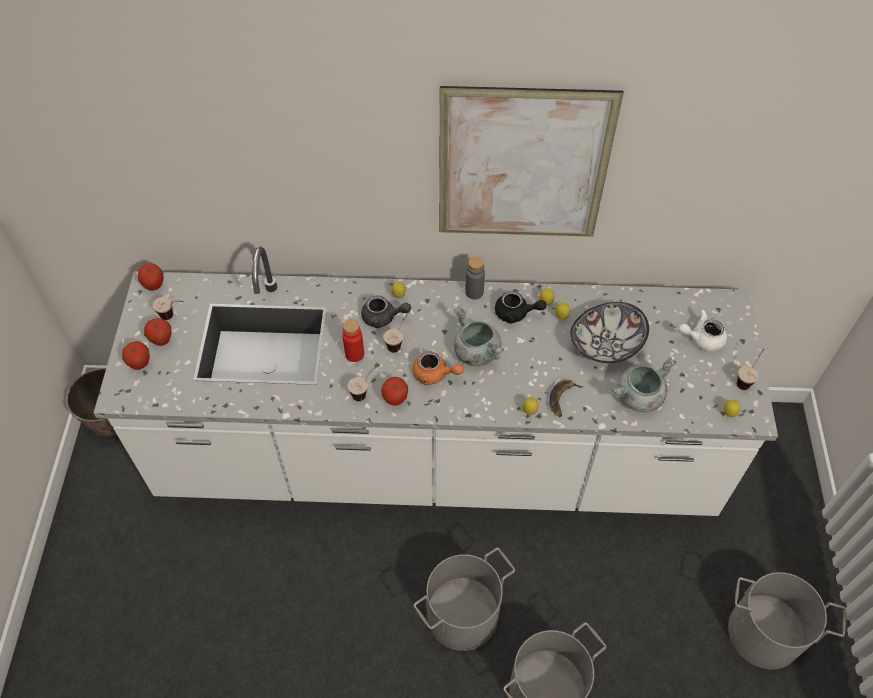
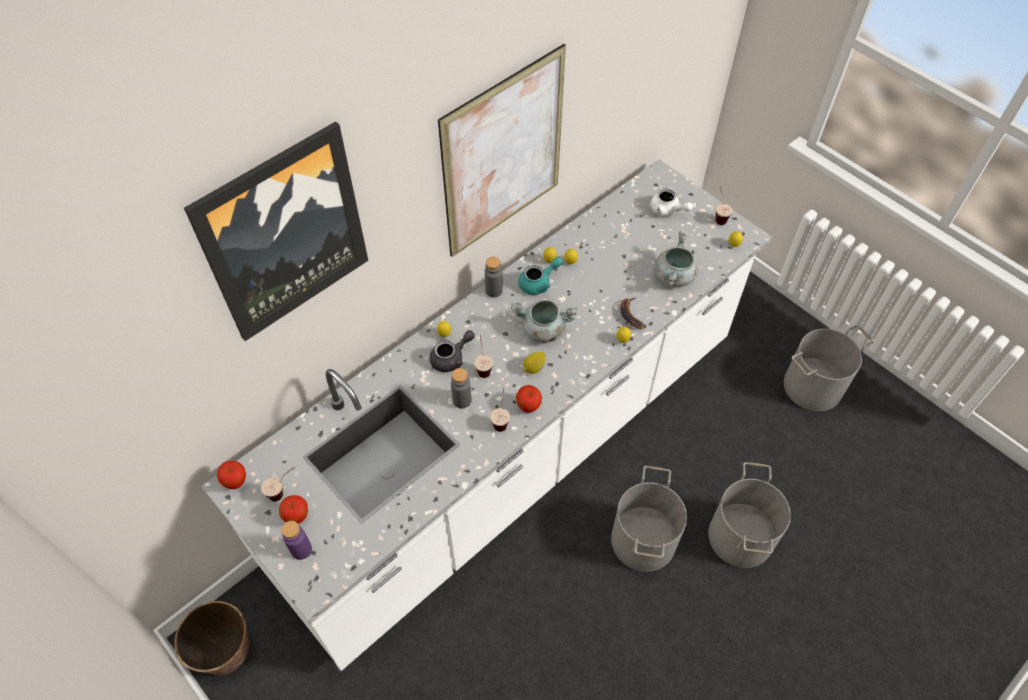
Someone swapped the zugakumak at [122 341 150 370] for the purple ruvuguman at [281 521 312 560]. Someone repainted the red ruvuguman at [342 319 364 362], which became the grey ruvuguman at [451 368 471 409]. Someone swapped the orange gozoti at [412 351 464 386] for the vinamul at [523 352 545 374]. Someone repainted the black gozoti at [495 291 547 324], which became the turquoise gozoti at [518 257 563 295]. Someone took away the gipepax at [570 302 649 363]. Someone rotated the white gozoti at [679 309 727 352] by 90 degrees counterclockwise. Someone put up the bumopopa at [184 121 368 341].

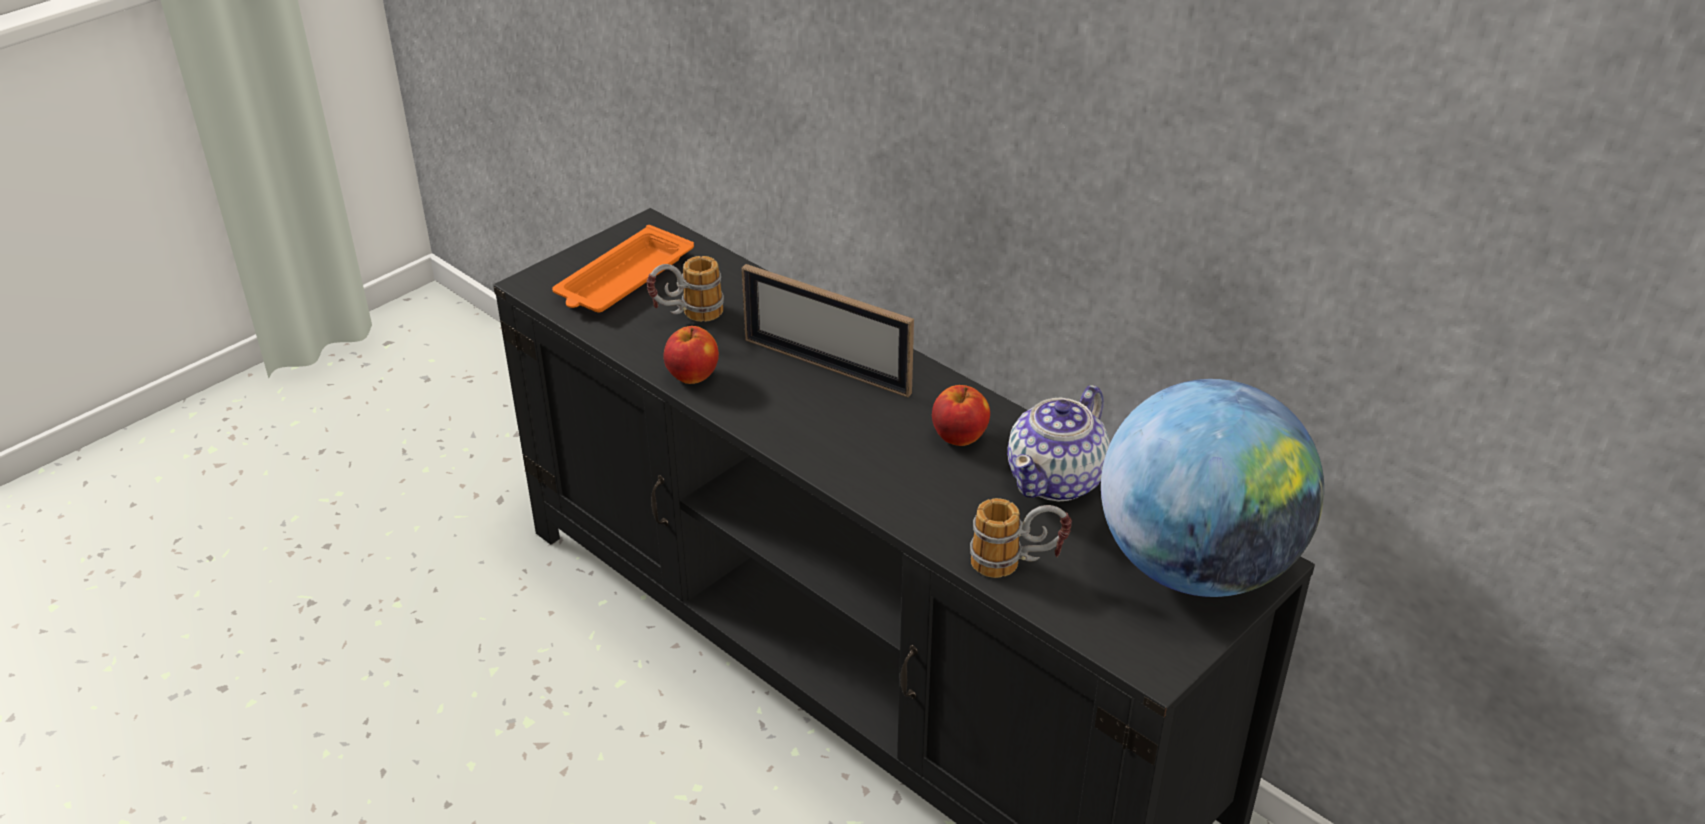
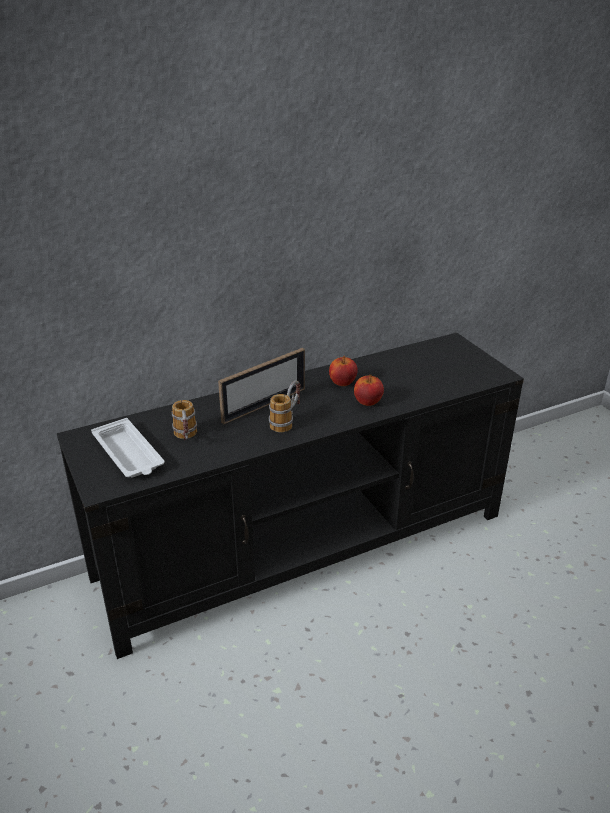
Someone repainted the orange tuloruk at [552 225 694 313], which became the white tuloruk at [91 418 164 477]. Someone carried the zugakumak from [663 326 719 384] to [354 375 384 406]. Someone carried the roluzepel from [970 498 1072 578] to [269 380 301 432]. Someone took away the gozoti at [1007 385 1110 501]. Someone took away the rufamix at [1101 379 1324 597].

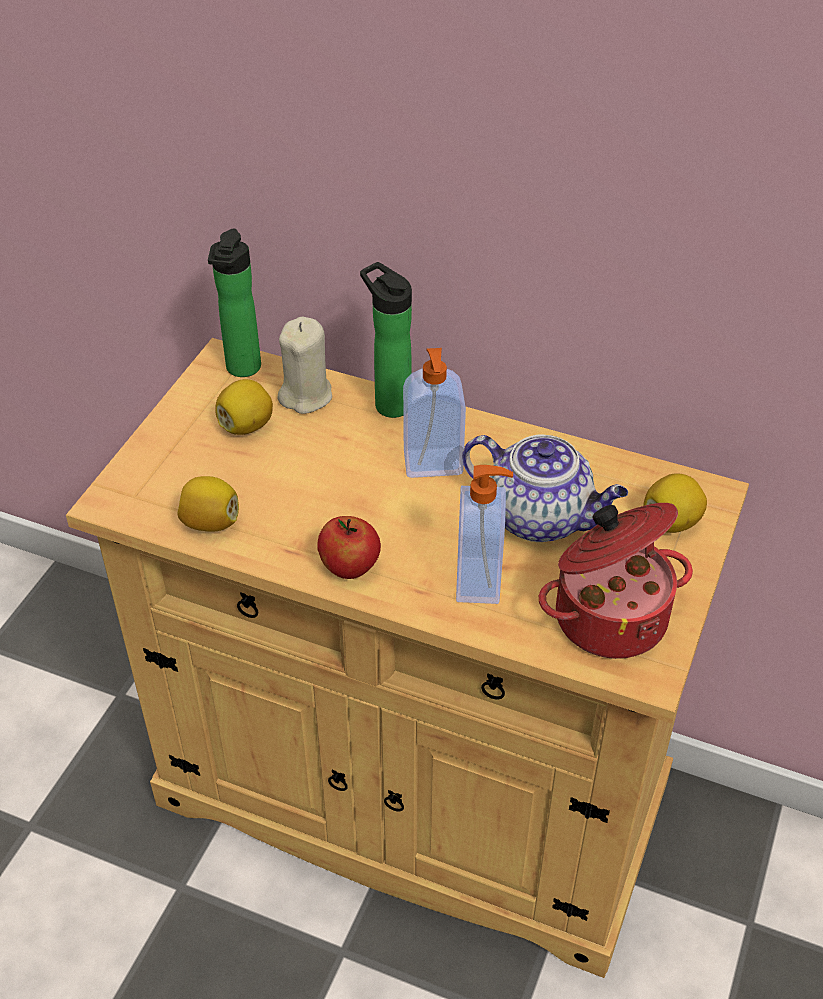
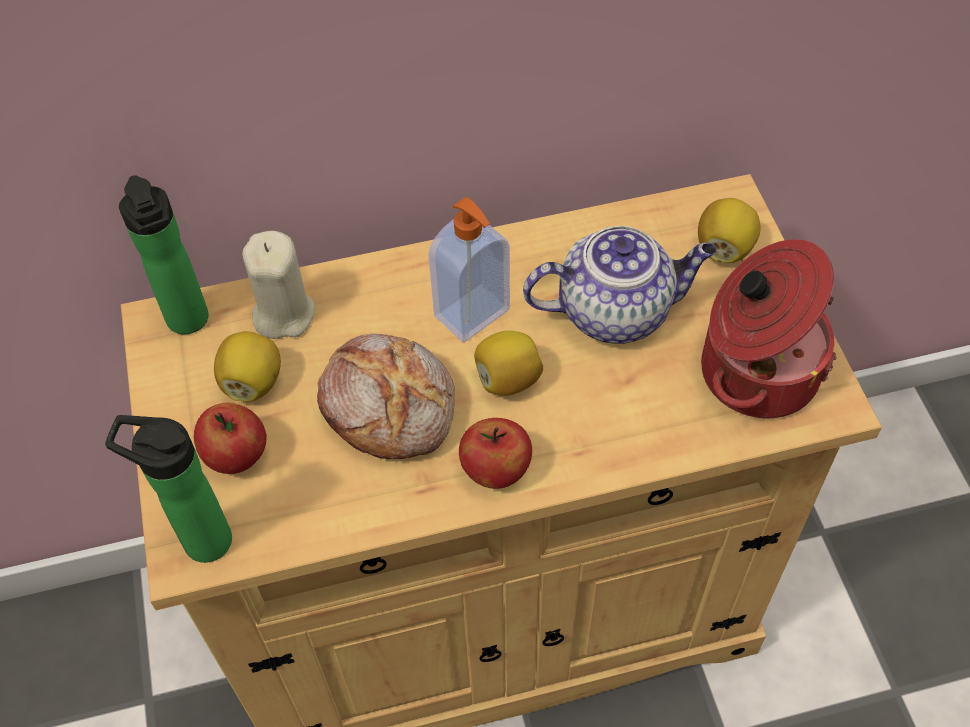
Someone carried the vinamul from [177 476 239 532] to [474 331 543 396]. Someone carried the ruvuguman from [360 262 412 418] to [105 415 232 563]. Someone took away the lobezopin at [456 465 513 604]. Someone put down the zugakumak at [194 403 267 474]. Someone put down the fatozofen at [317 334 455 459].

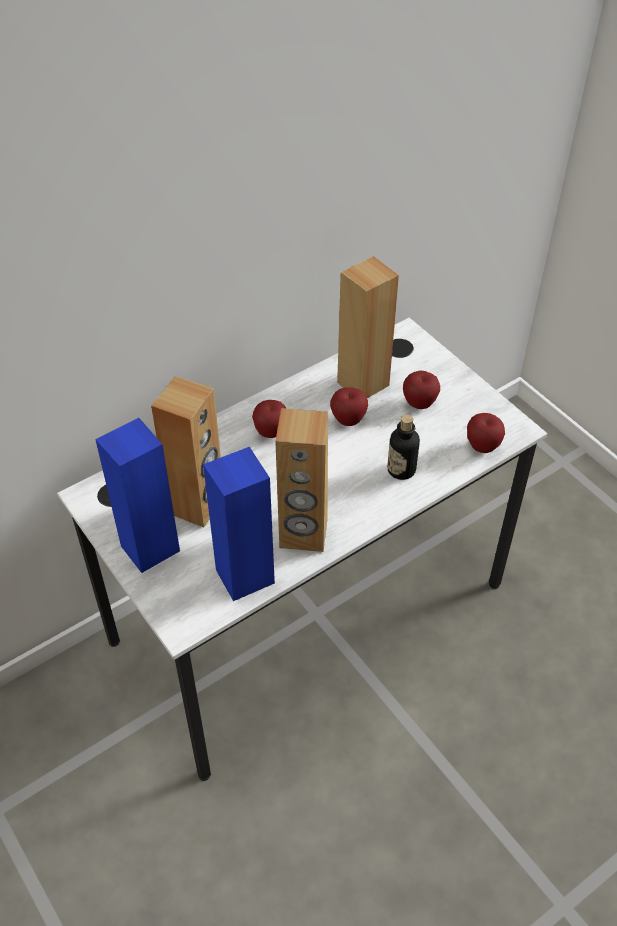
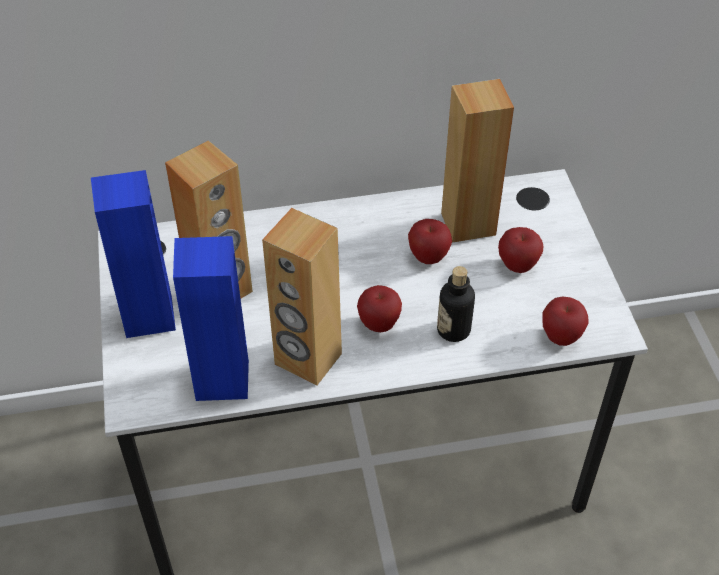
Someone carried the zugakumak from [252 400 286 438] to [357 285 402 332].

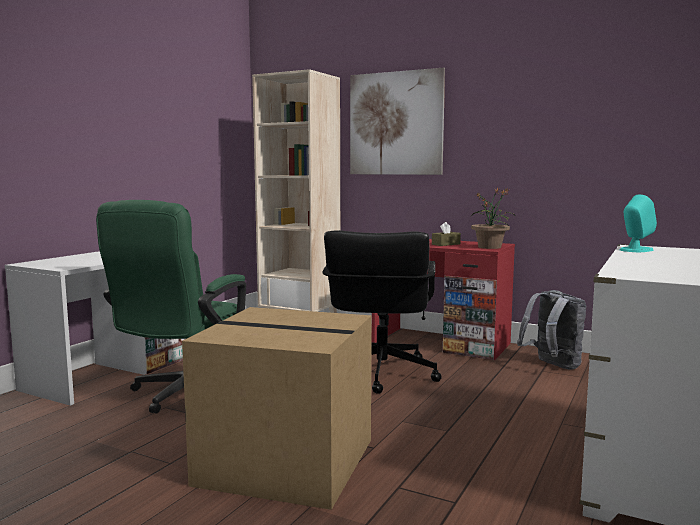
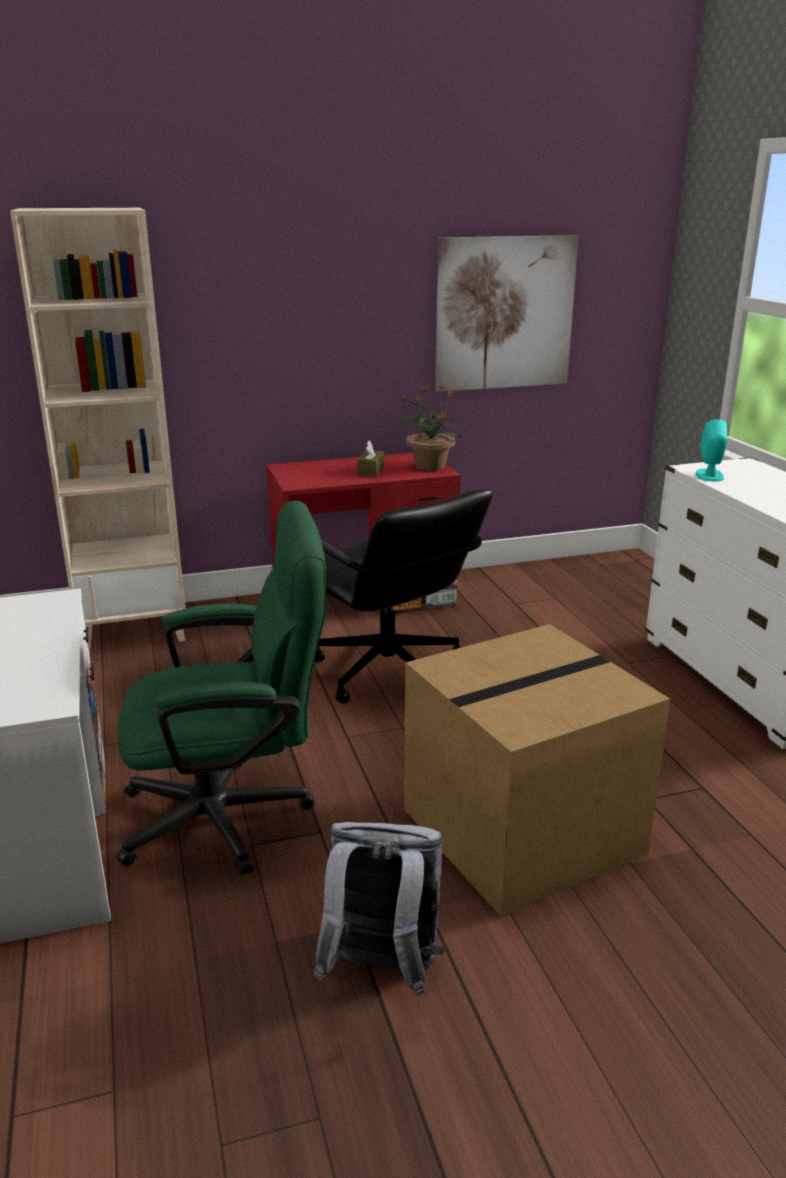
Someone rotated the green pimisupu at [96 200 246 414] by 75 degrees counterclockwise. Someone carried the bumopopa from [350 68 445 175] to [435 235 578 392]. Someone carried the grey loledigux from [517 290 586 370] to [314 822 444 997].

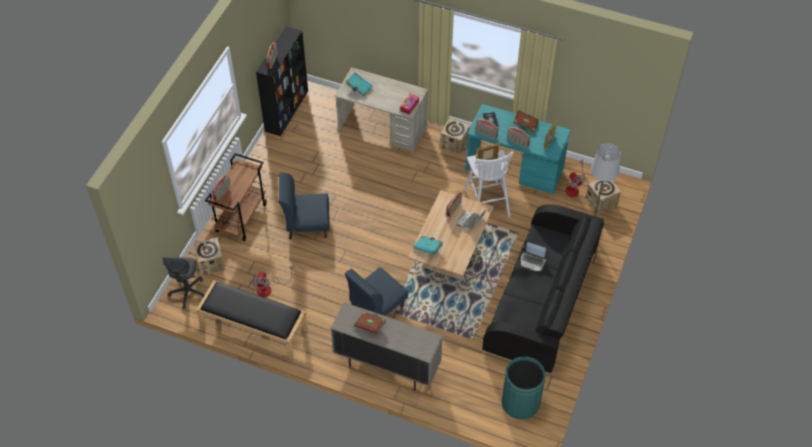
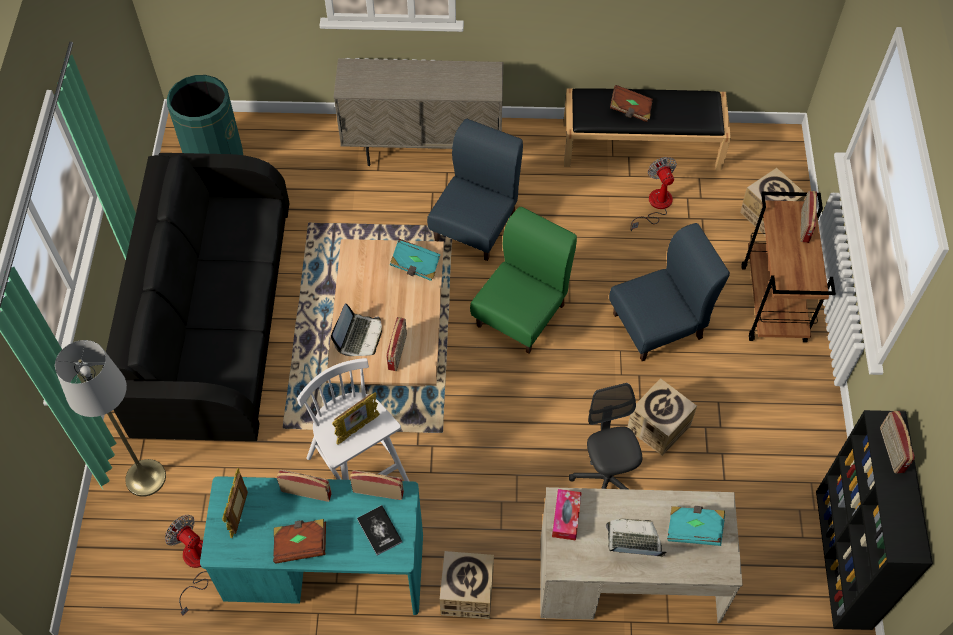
Someone carried the grey pimisupu from [163 257 205 309] to [569 383 642 489]. Someone carried the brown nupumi from [354 312 386 334] to [610 85 653 122]. Someone carried the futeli from [521 240 547 271] to [606 519 666 557]. Someone carried the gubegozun from [585 180 621 214] to [627 378 697 456]. Someone put down the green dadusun at [470 207 577 354].

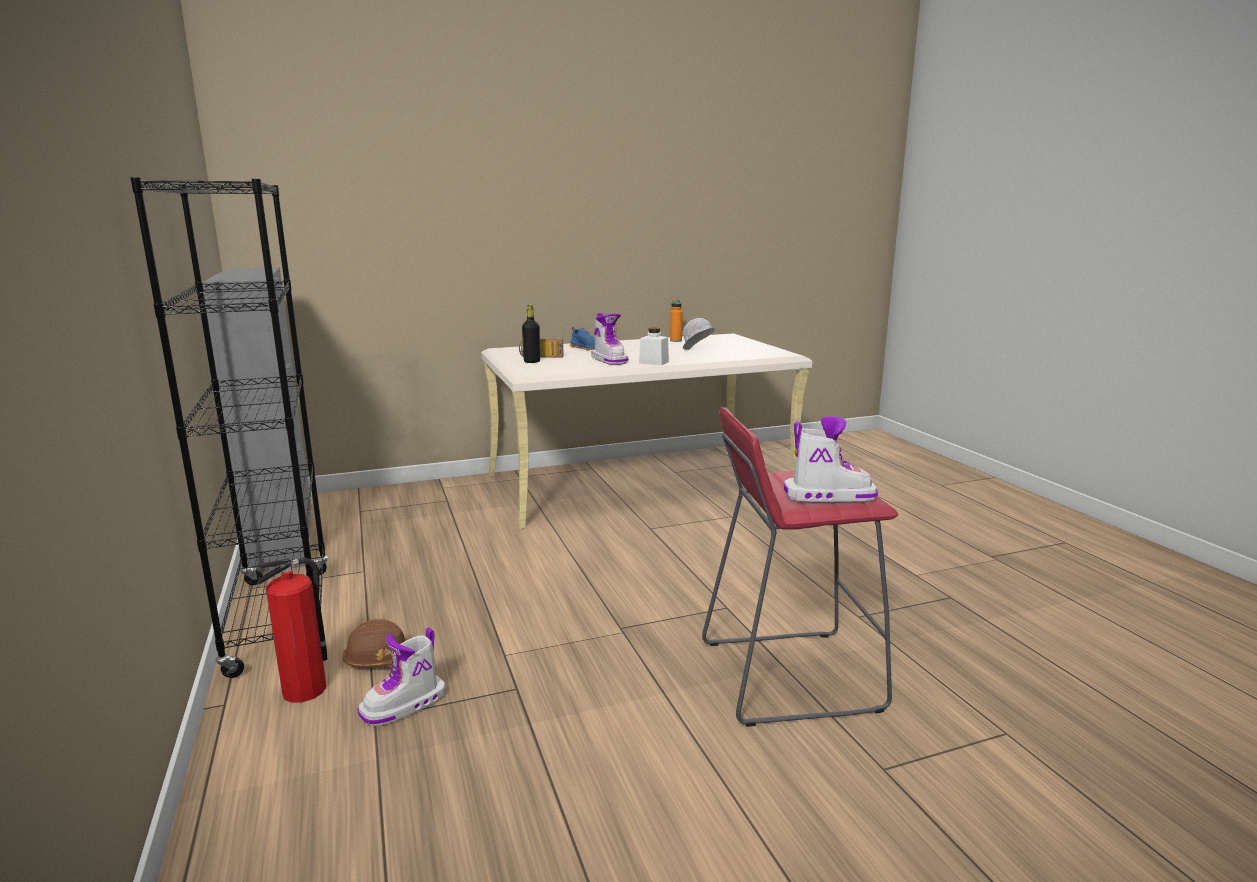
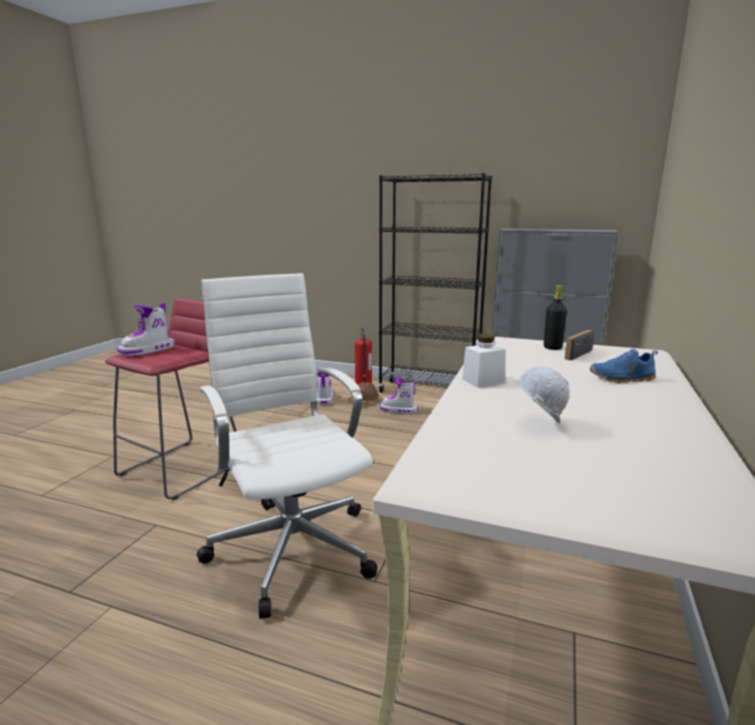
Someone carried the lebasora from [591 313 629 365] to [380 377 418 414]. Someone took away the orange ruvuguman at [670 299 683 342]. Someone put down the white pimisupu at [197 273 378 619].

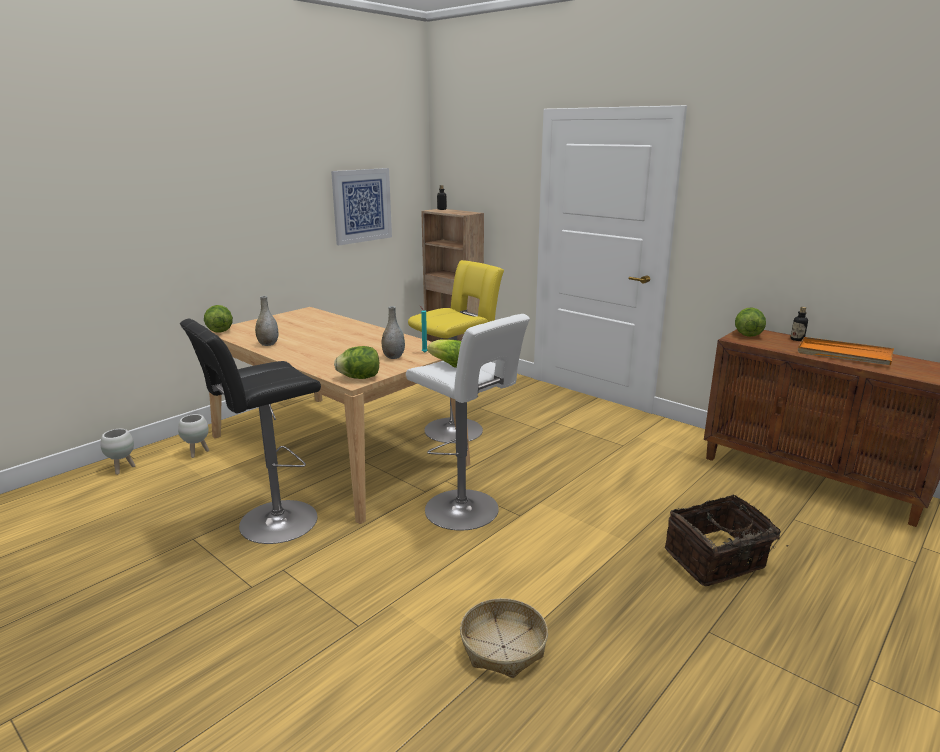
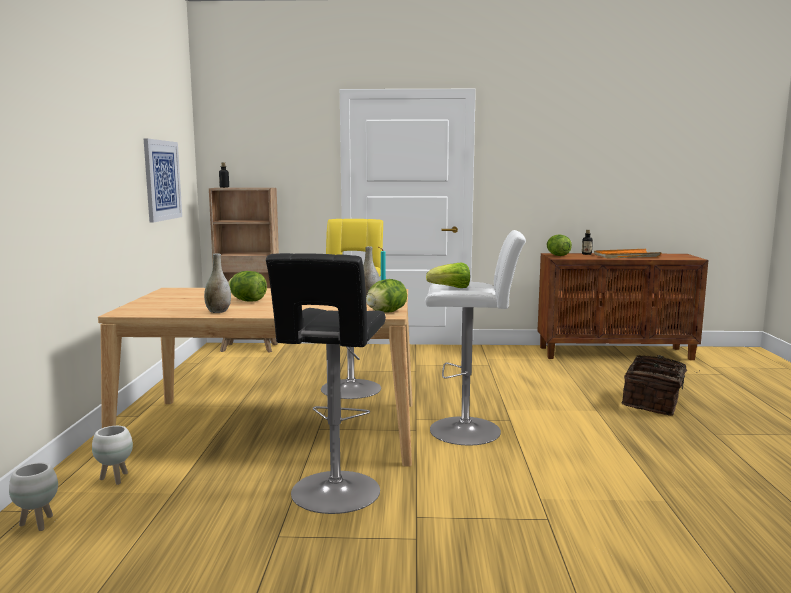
Someone carried the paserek from [204 305 233 333] to [228 271 267 302]. Someone took away the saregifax at [460 598 548 678].

